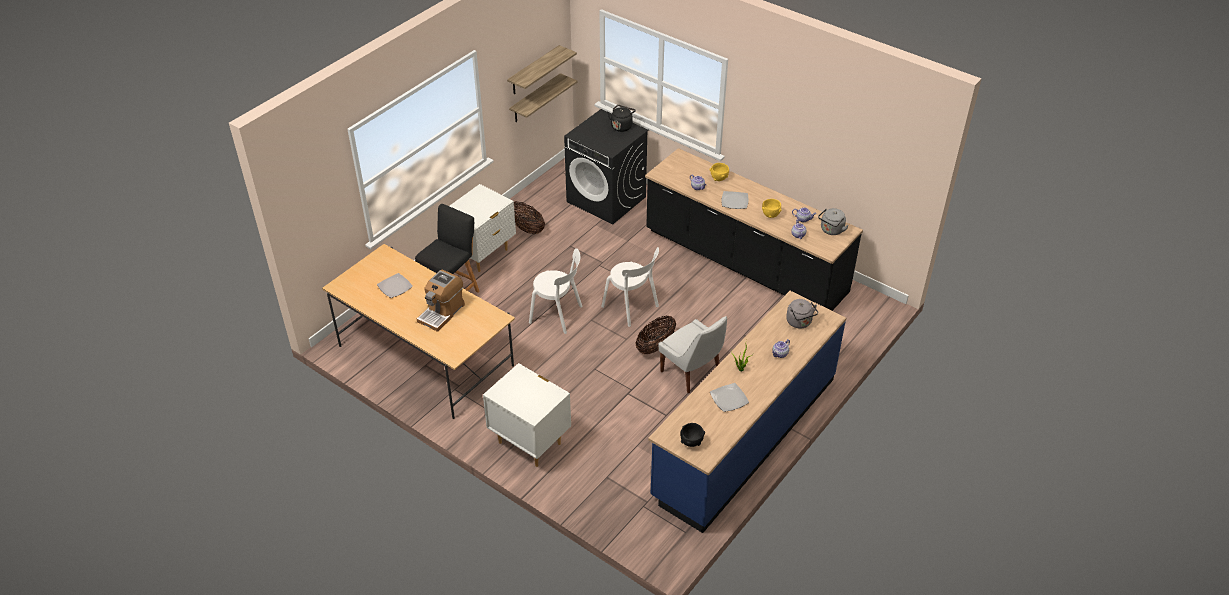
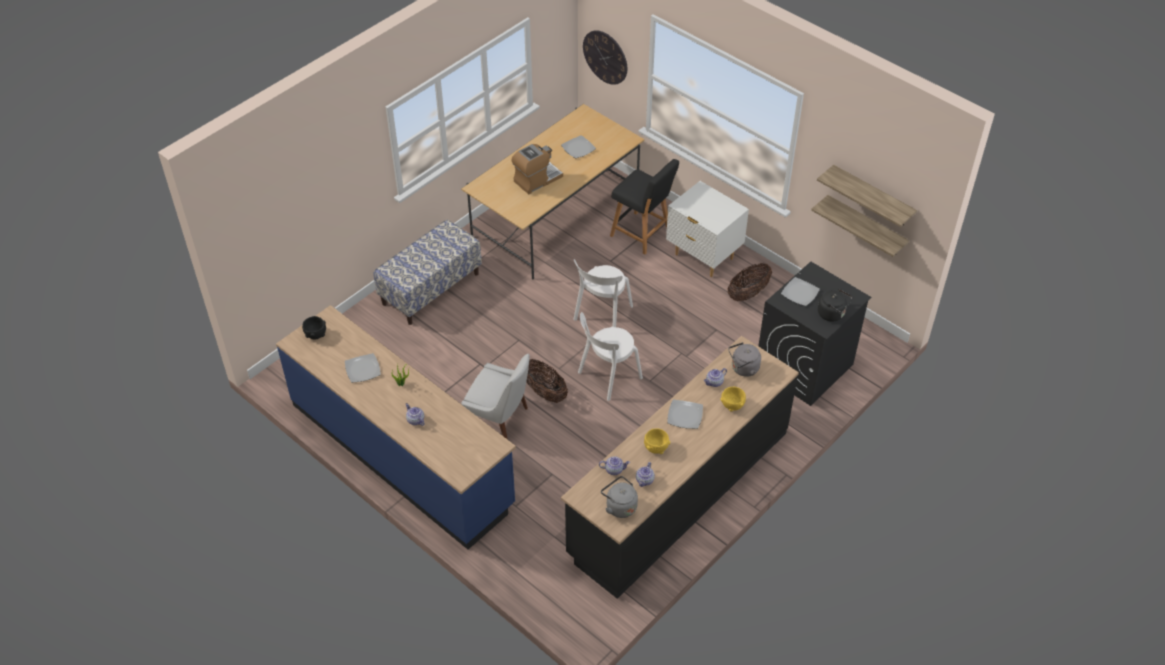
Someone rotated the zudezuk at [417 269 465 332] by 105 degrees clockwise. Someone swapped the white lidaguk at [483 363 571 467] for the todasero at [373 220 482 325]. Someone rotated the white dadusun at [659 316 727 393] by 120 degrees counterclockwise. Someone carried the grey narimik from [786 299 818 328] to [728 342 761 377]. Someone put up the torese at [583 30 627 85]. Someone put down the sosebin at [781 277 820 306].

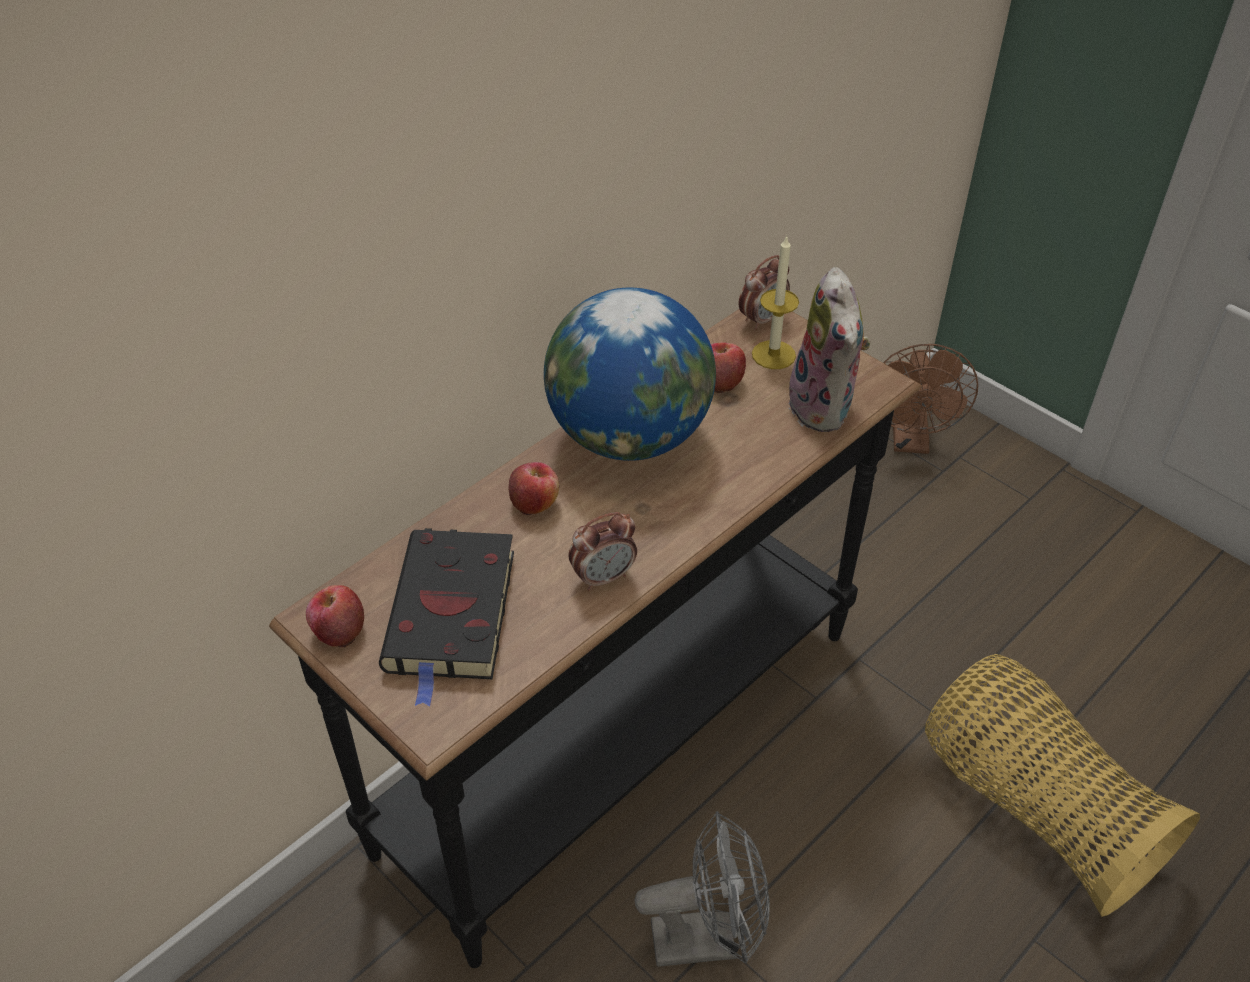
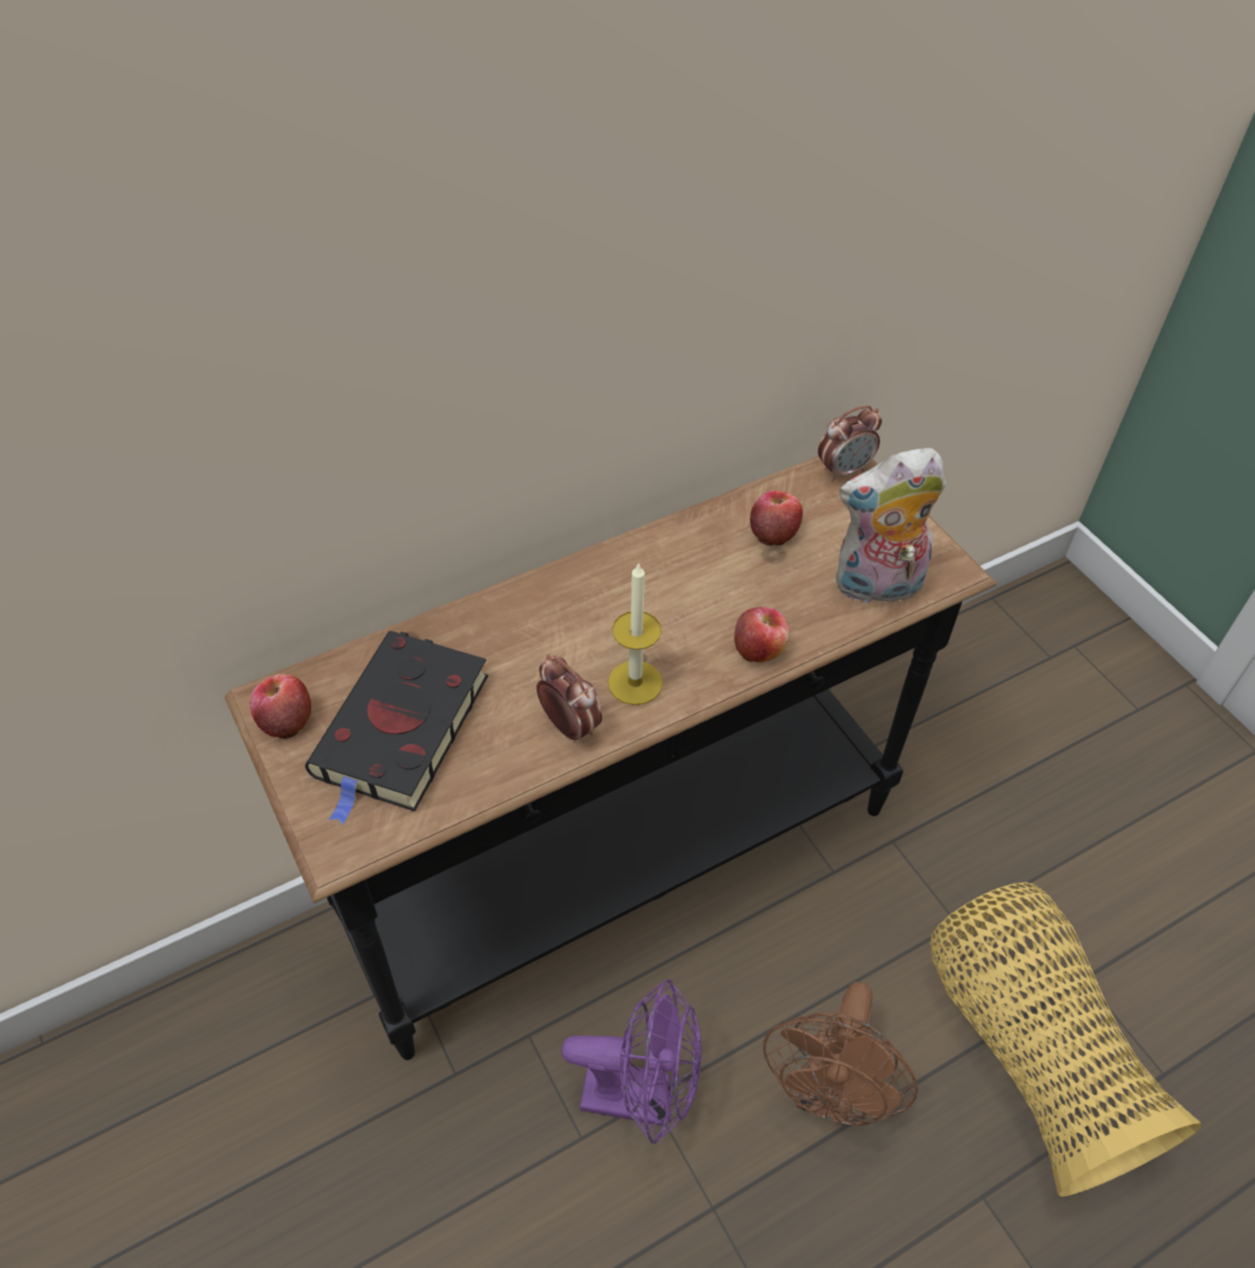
Someone carried the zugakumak from [509 462 559 515] to [734 607 790 662]. Someone took away the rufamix at [544 288 716 461]. Someone rotated the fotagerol at [568 512 637 591] by 120 degrees counterclockwise. Someone repainted the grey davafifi at [634 811 770 967], which became the purple davafifi at [561 979 702 1144]. Someone carried the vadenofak from [752 235 799 369] to [608 562 663 705]. Someone rotated the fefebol at [788 267 870 432] by 75 degrees clockwise. Someone carried the brown davafifi from [883 344 978 454] to [763 982 918 1126].

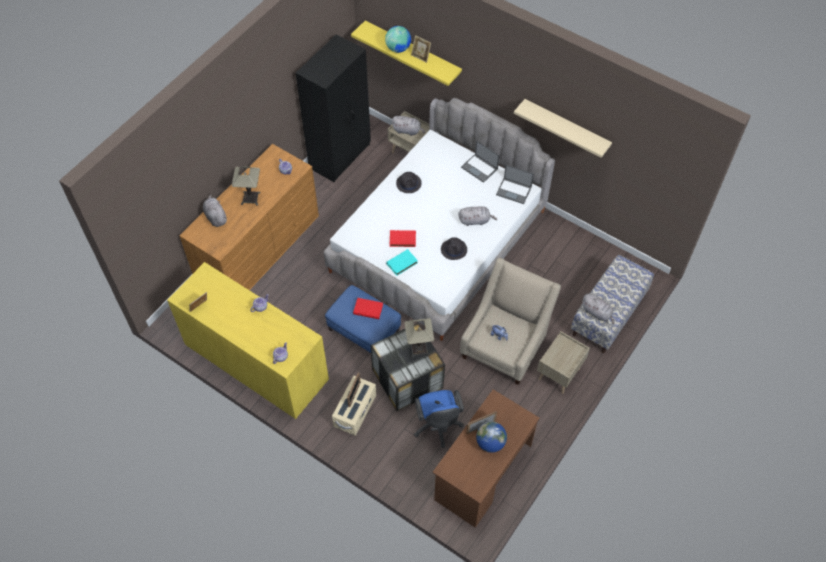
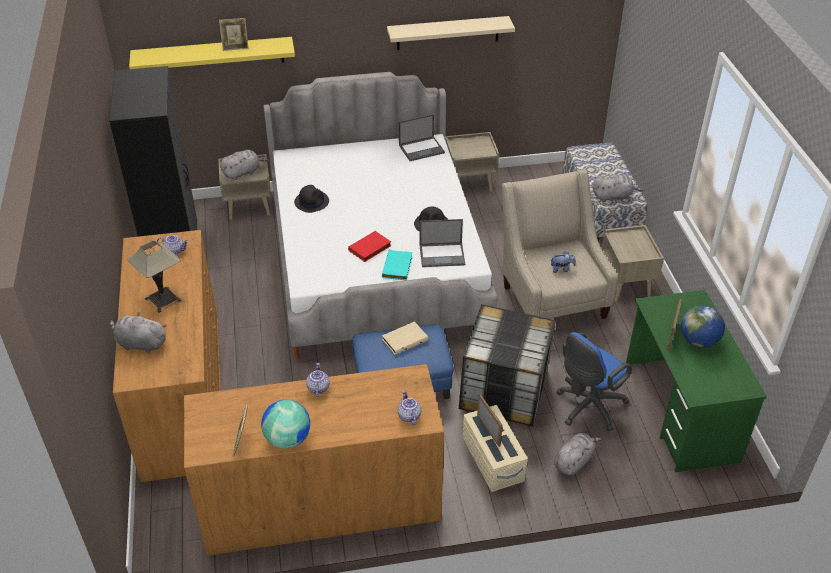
Someone repainted the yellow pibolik at [167 262 329 419], which became the brown pibolik at [184 364 444 556]. Someone repainted the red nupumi at [353 298 383 319], which became the beige nupumi at [382 321 428 355]. Someone carried the rufamix from [385 26 411 53] to [261 400 310 449]. Someone took away the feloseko at [404 318 434 358]. Someone rotated the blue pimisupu at [414 390 464 448] by 105 degrees clockwise. Someone repainted the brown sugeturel at [433 389 540 528], which became the green sugeturel at [626 290 767 472]. Someone carried the grey fefebol from [458 206 497 226] to [554 433 602 475]. Someone carried the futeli from [461 140 499 183] to [420 219 465 267]. Someone put down the beige lidaguk at [445 132 499 192].

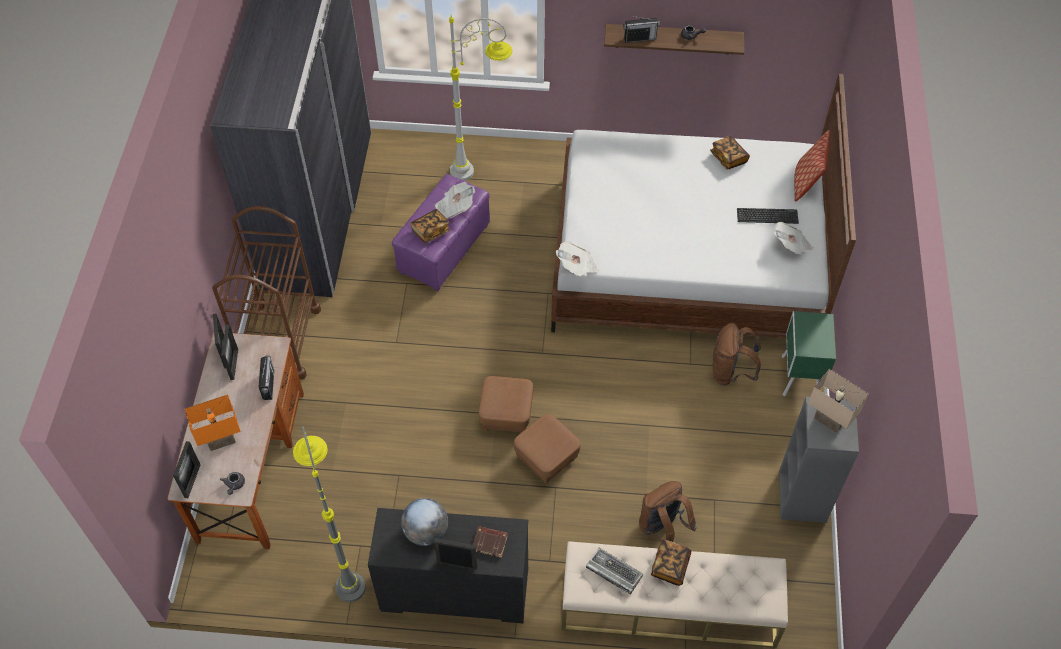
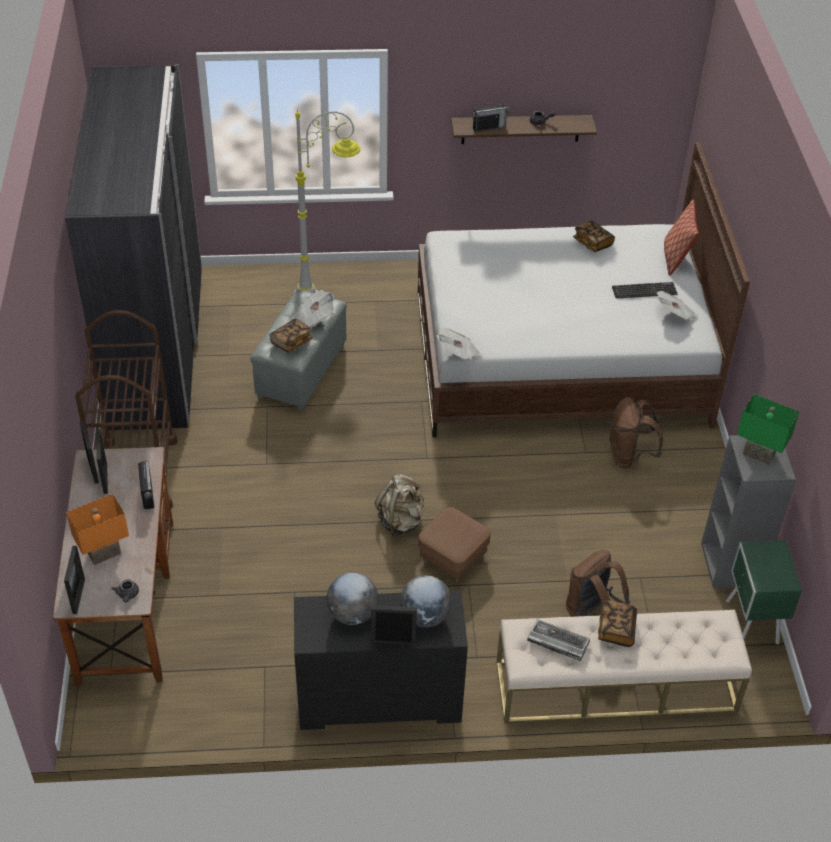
Someone took away the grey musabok at [293 426 366 602]. Someone repainted the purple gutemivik at [392 174 490 291], which became the grey gutemivik at [250 290 347 411]. Someone swapped the brown nupumi at [473 526 508 558] for the rufamix at [400 575 452 628]. Someone swapped the brown gutemivik at [479 376 533 433] for the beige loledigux at [375 474 424 537]. Someone carried the green lidaguk from [781 311 836 396] to [726 540 802 645]. Someone repainted the beige feloseko at [808 369 869 433], which became the green feloseko at [737 394 799 465].

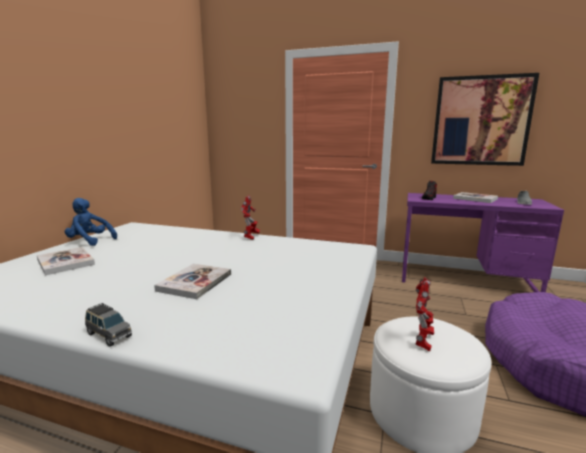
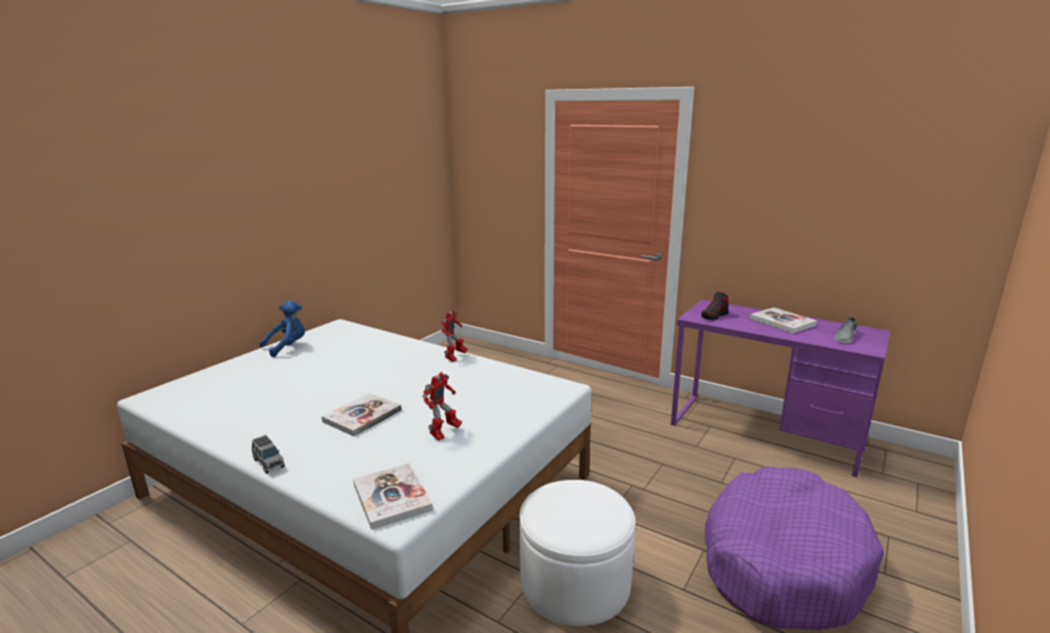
Someone carried the nupumi from [37 247 95 275] to [353 463 433 530]. Someone rotated the blue fefebol at [65 198 117 246] by 105 degrees clockwise. Someone carried the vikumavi from [416 277 434 352] to [422 372 462 441]. Someone took away the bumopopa at [431 73 539 166].

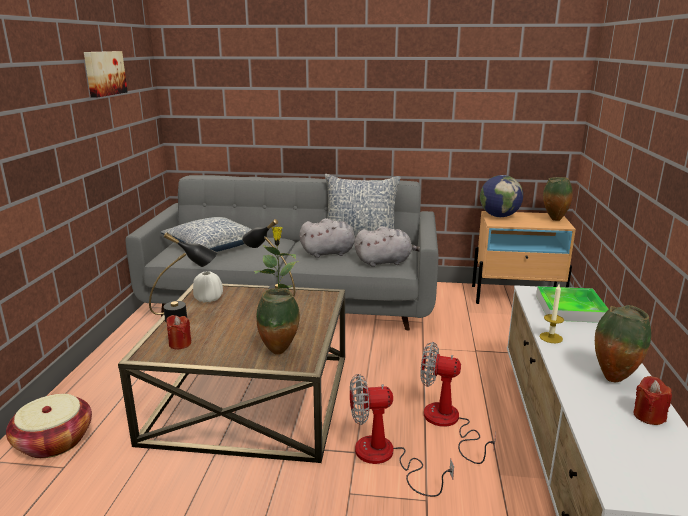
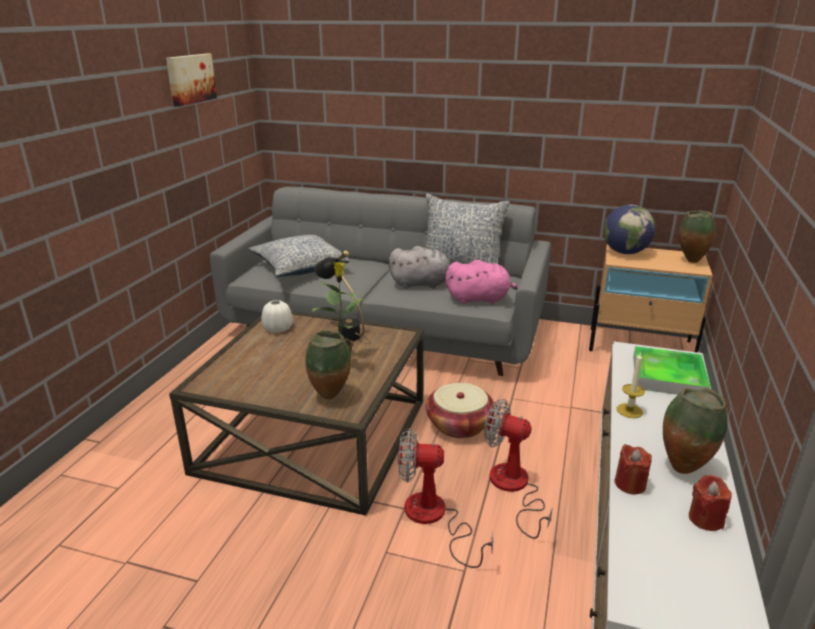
Someone carried the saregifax from [6 394 92 458] to [426 383 495 438]. Someone took away the black feloseko at [149 232 217 323]. Someone carried the red vadenofak from [166 315 191 350] to [615 444 652 494]. Someone repainted the grey fefebol at [355 226 420 267], which became the pink fefebol at [446 260 519 304].

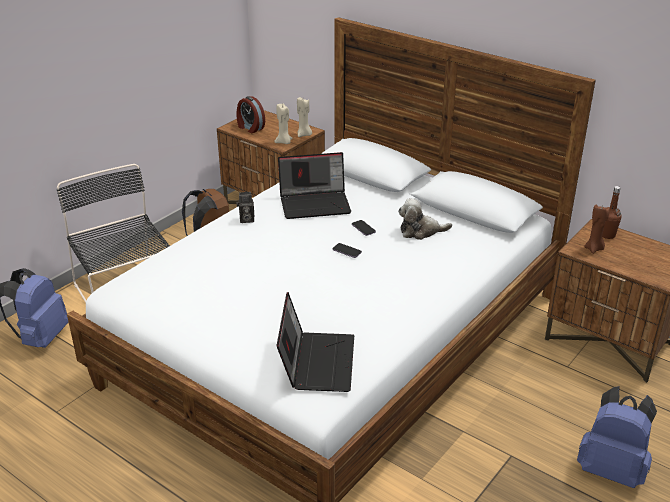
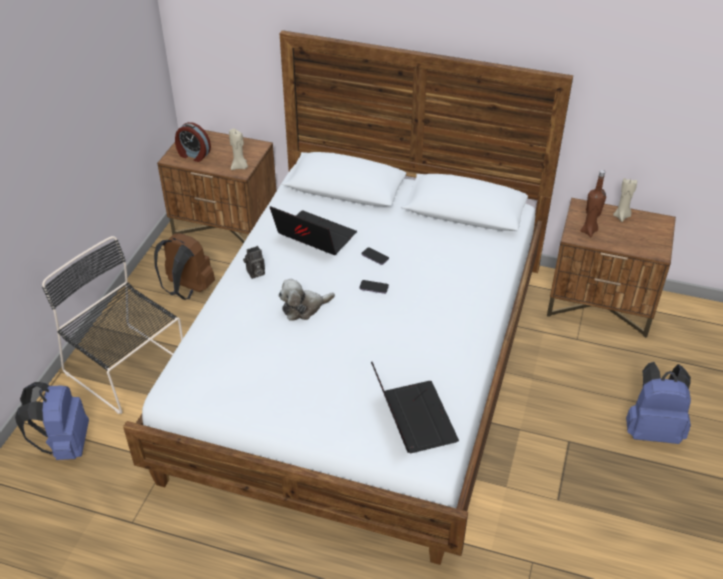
Someone rotated the futeli at [278 152 351 219] by 120 degrees counterclockwise. Someone carried the beige vadenofak from [297 97 312 137] to [613 178 637 222]. Someone carried the fefebol from [398 198 452 240] to [278 279 335 321].

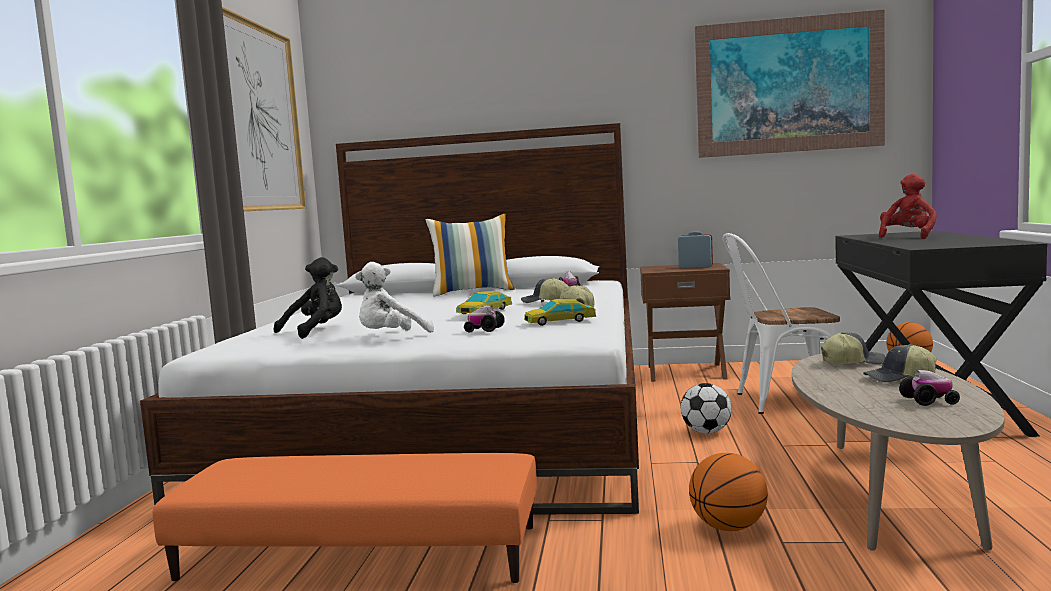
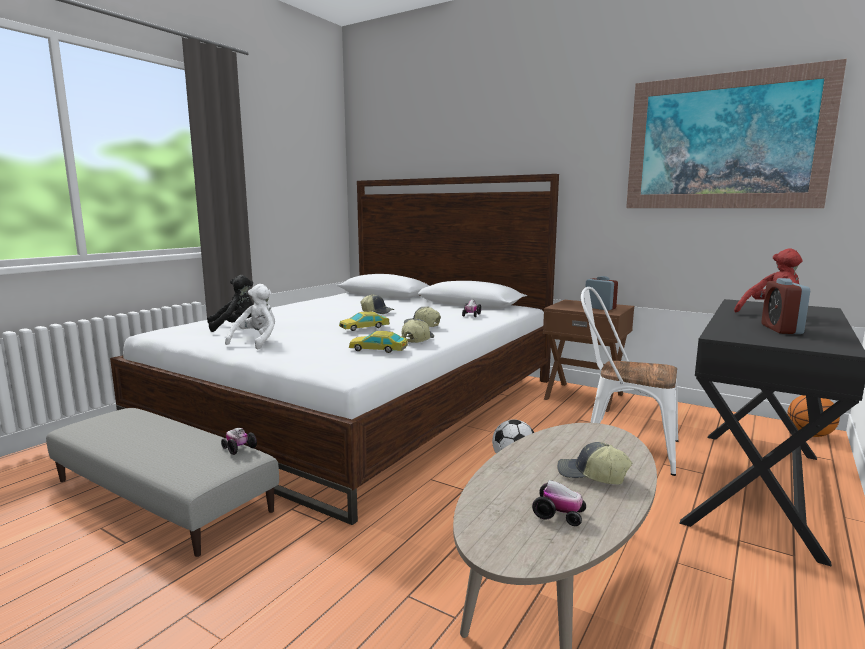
Someone repainted the orange gutemivik at [152 453 537 583], which became the grey gutemivik at [46 408 279 557]. Someone took away the bumopopa at [222 7 306 211]. Someone rotated the white fefebol at [355 262 434 333] by 120 degrees clockwise. Someone took away the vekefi at [426 214 515 297]. Someone carried the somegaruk from [464 305 505 333] to [221 428 257 455]. Someone took away the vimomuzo at [689 453 768 531]. Someone carried the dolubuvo from [821 332 885 365] to [360 294 394 314]. Someone put down the fotagerol at [761 278 810 334].

